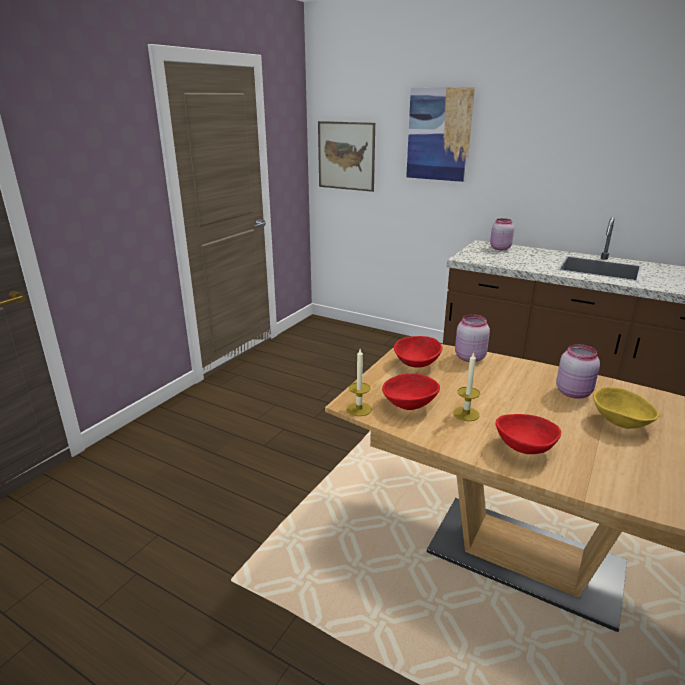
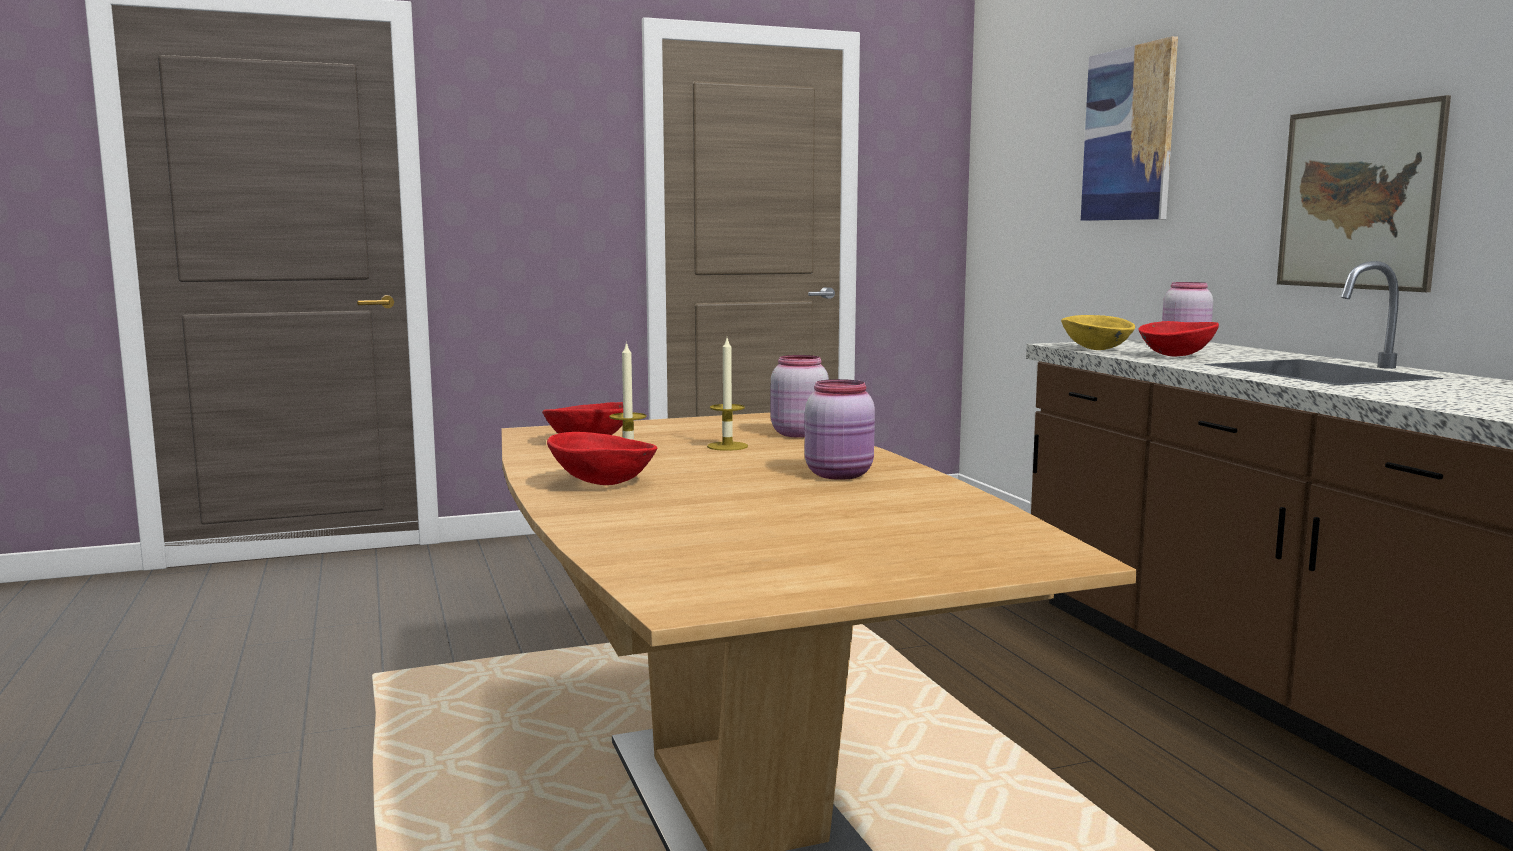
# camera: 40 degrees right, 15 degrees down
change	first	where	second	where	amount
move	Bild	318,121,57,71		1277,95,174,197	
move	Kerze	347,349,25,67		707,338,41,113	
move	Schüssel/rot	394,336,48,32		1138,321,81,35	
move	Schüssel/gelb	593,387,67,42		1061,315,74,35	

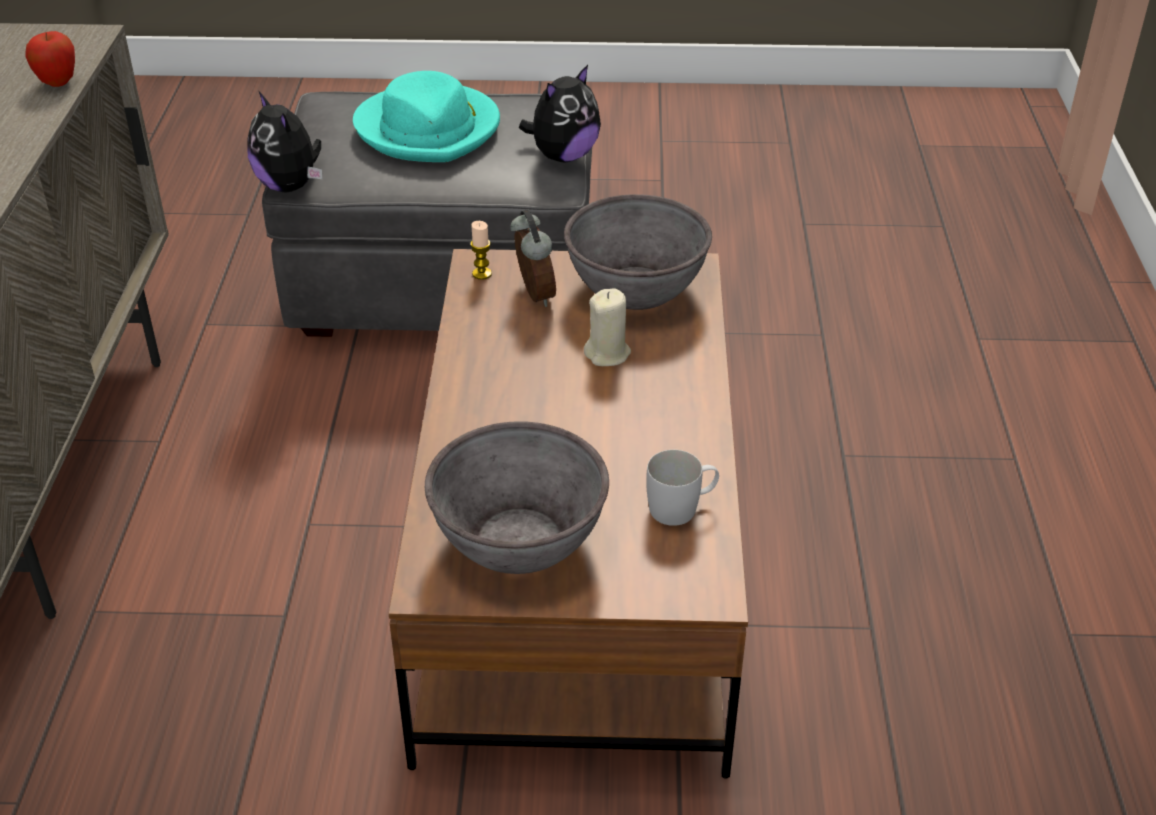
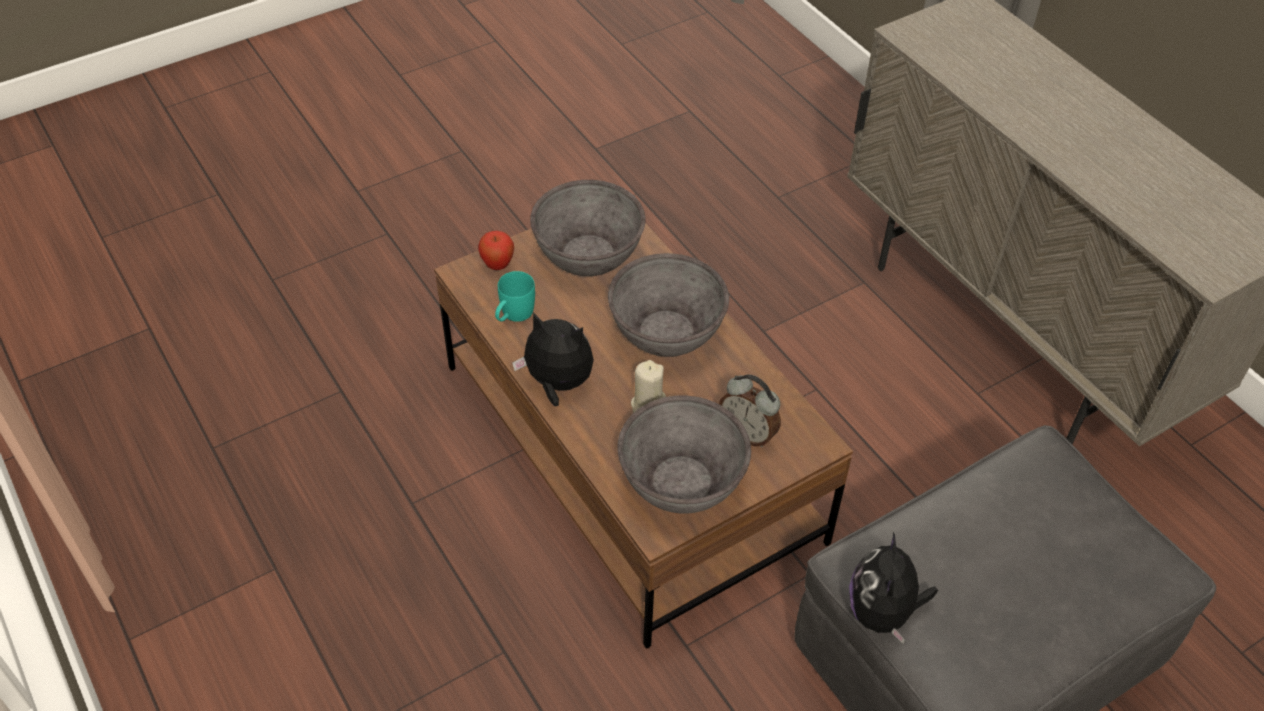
# camera: 145 degrees right, 10 degrees up
change	first	where	second	where	amount
move	Apfel	25,31,50,56		478,231,36,39	
move	Plüschtier	247,91,76,101		512,312,82,95	
delete	Hut/türkis	353,71,147,91			
delete	Kerze	470,221,22,59			
recolor	Henkelbecher/weiß	646,450,73,76	Henkelbecher/türkis	495,271,40,51	
insert			Schüssel/grau	608,253,121,104	

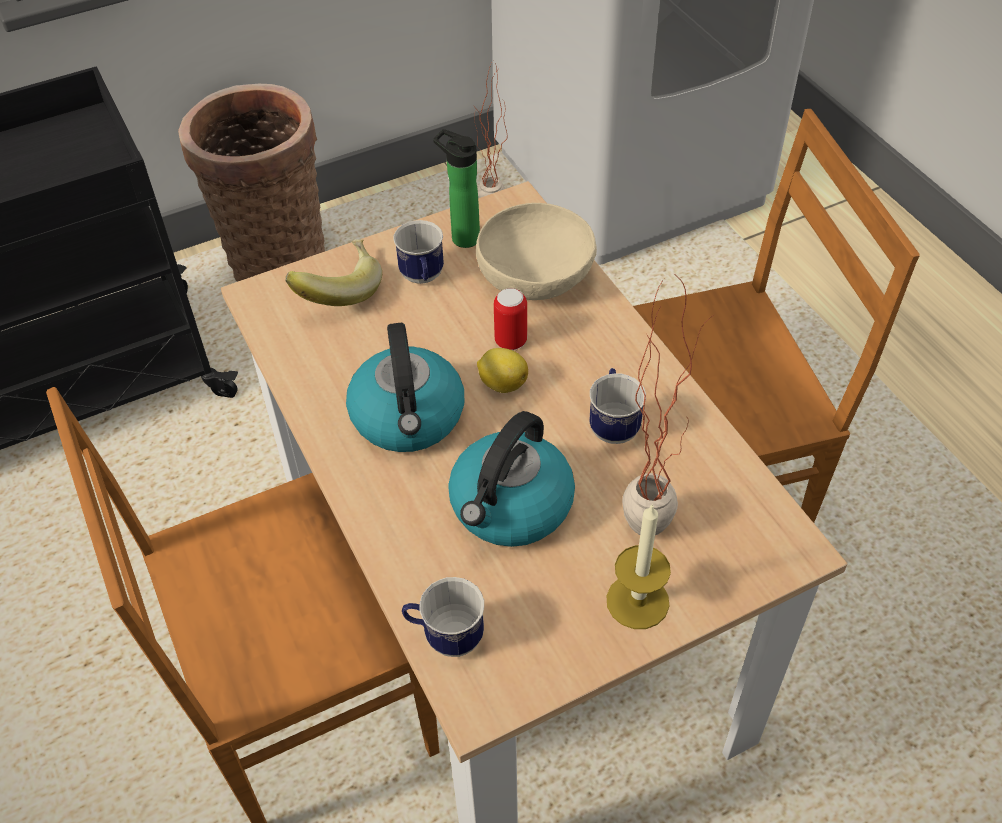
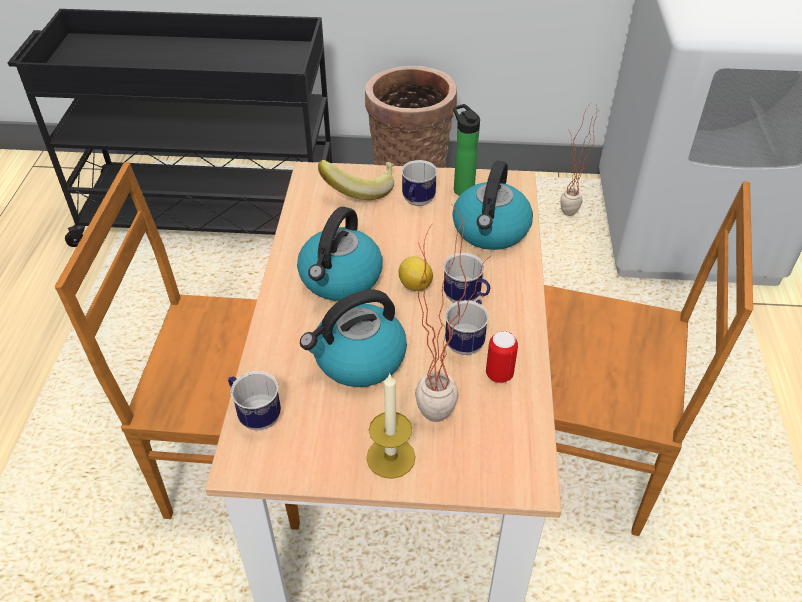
# camera: 30 degrees right, 5 degrees down
change	first	where	second	where	amount
replace	Schüssel/beige	476,203,121,97	Wasserkessel	452,161,81,89	
move	Dose	494,288,33,62		486,331,32,52	
insert			Henkelbecher	443,253,47,50	

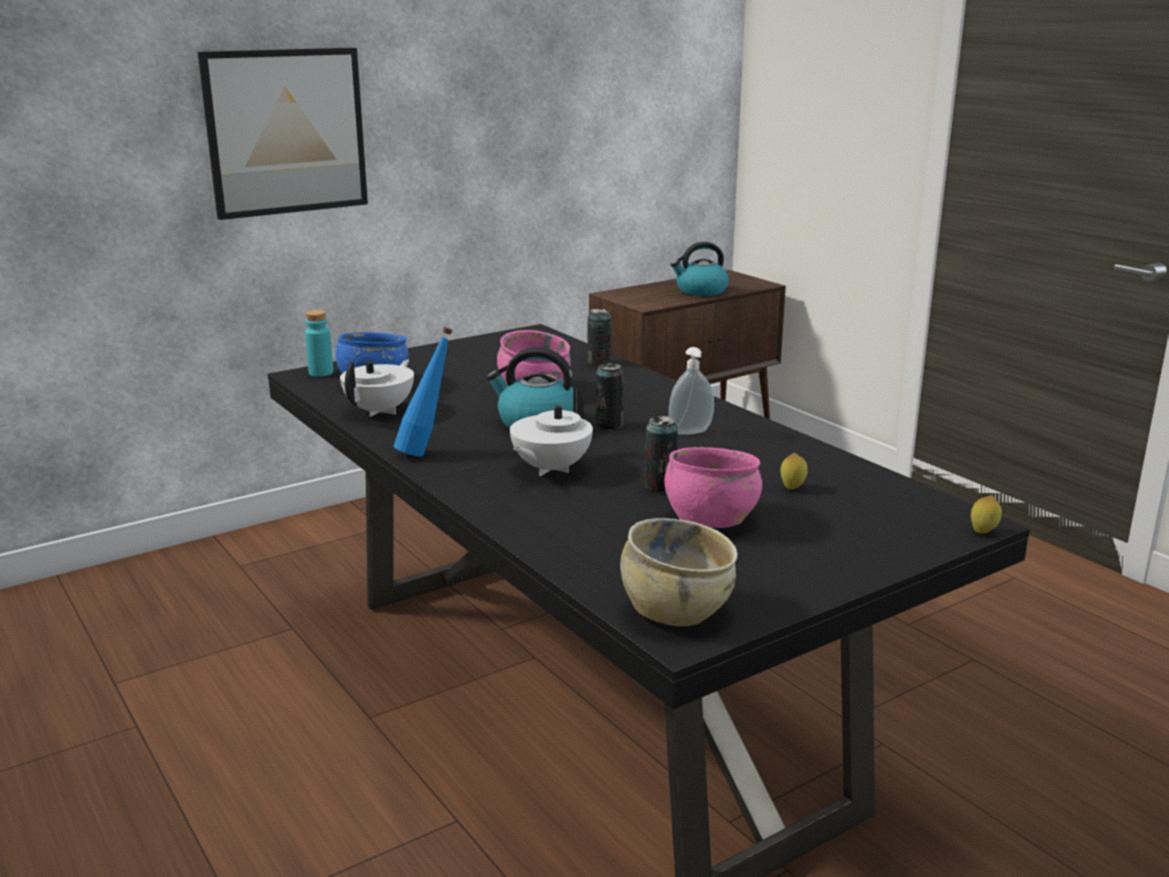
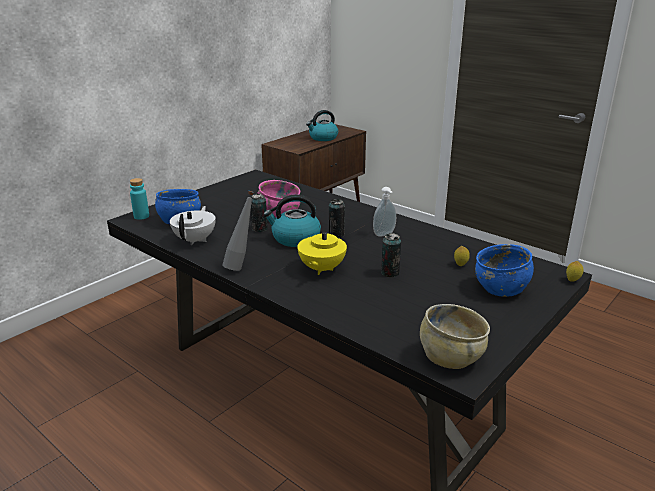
# camera: 15 degrees left, 5 degrees up
change	first	where	second	where	amount
delete	Bild	198,48,170,172			
recolor	Flasche/blau	394,327,59,129	Flasche/grau	223,191,31,80	
recolor	Teekanne/weiß	510,388,83,88	Teekanne/gelb	297,220,50,55	
move	Dose	587,308,24,58		251,194,17,38	
delete	Schüssel/rosa	665,447,97,81			
insert			Schüssel/blau	475,244,59,53	

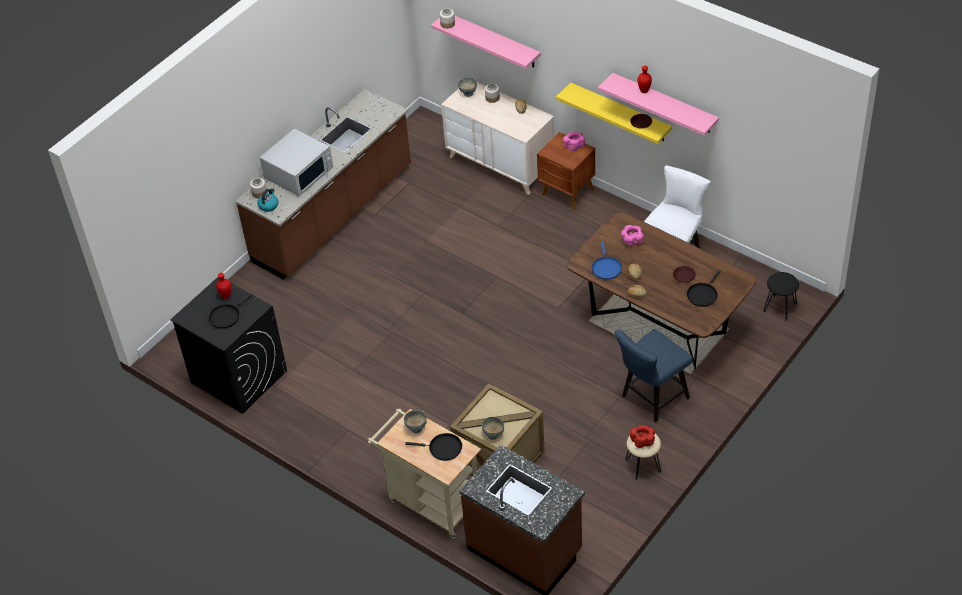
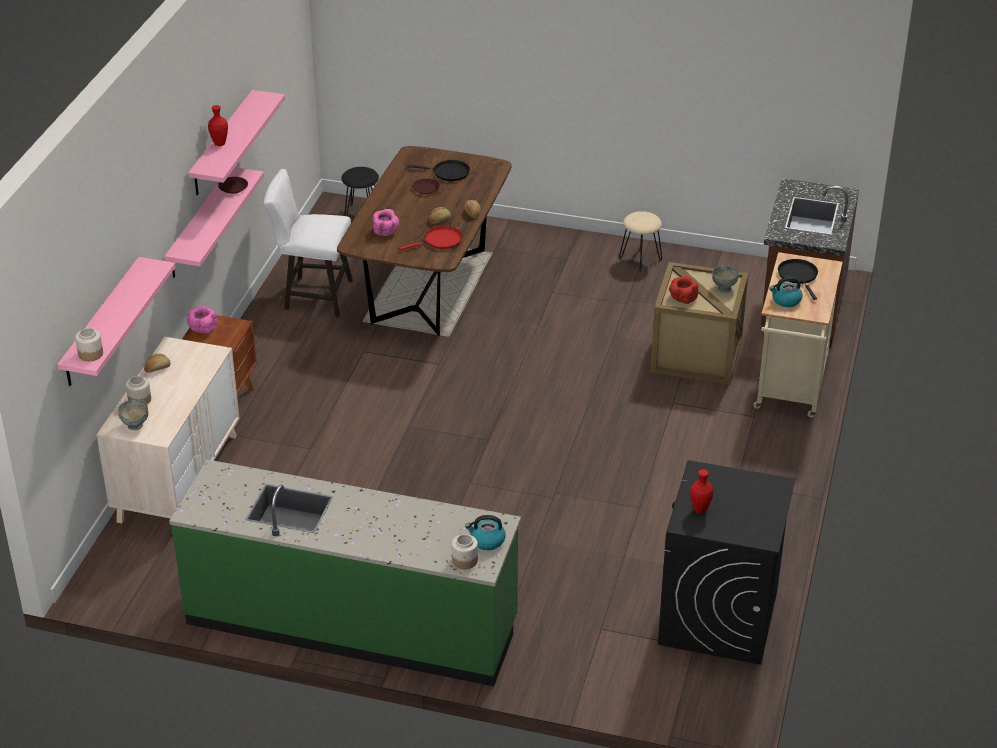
# camera: 115 degrees left, 10 degrees down
change	first	where	second	where	amount
delete	Pfanne/schwarz	209,293,43,35			
recolor	Küchenzeile/braun	235,89,176,191	Küchenzeile/grün	169,459,352,227	
delete	Mikrowelle/weiß	260,129,73,68			
replace	Schüssel/grau	404,410,23,23	Wasserkessel	769,276,34,31	
recolor	Wandregal/gelb	556,82,116,62	Wandregal/rosa	164,167,100,111	
recolor	Pfanne/blau	592,241,30,39	Pfanne/rot	399,226,64,24	
delete	Stuhl/blau	615,329,78,93			
move	Schüssel/rot	630,425,25,23		669,276,29,28	

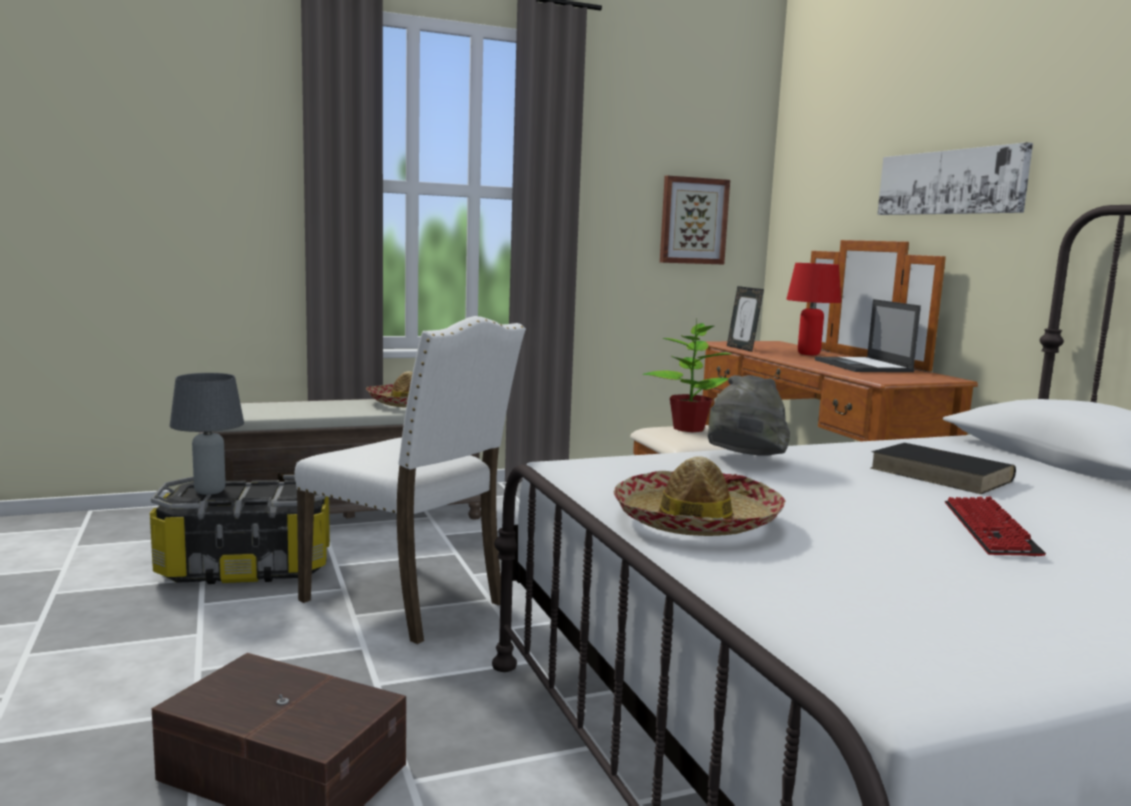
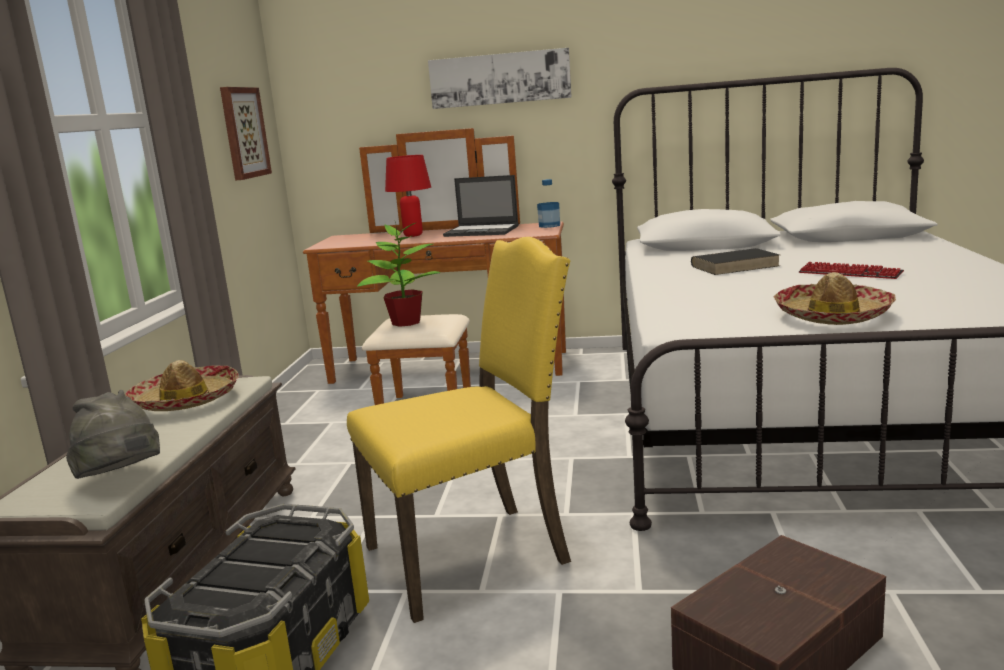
# camera: 60 degrees left, 5 degrees up
change	first	where	second	where	amount
delete	Tischlampe/grau	170,373,74,122			
recolor	Stuhl/weiß	294,316,232,328	Stuhl/gelb	347,237,224,386	
move	Hut/grau	708,375,82,81		66,390,94,89	
delete	Bilderrahmen	727,286,37,66			
insert			Flasche	537,179,23,49	

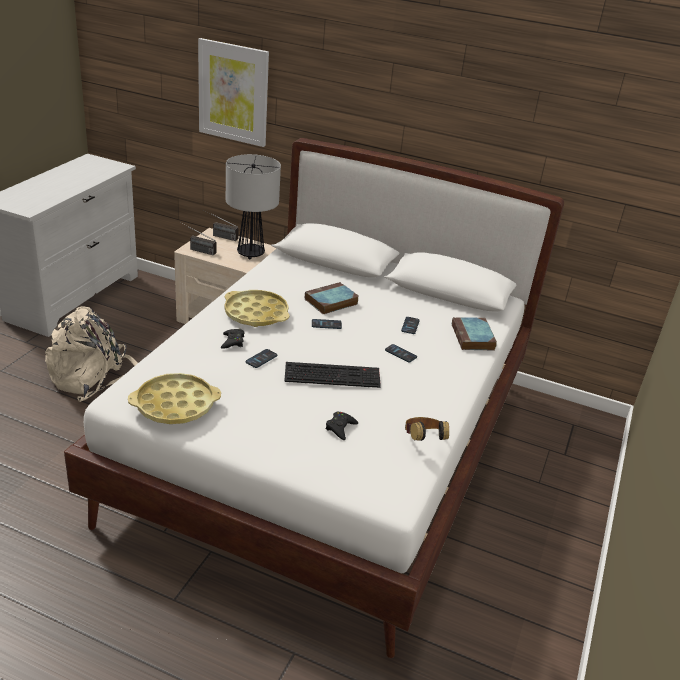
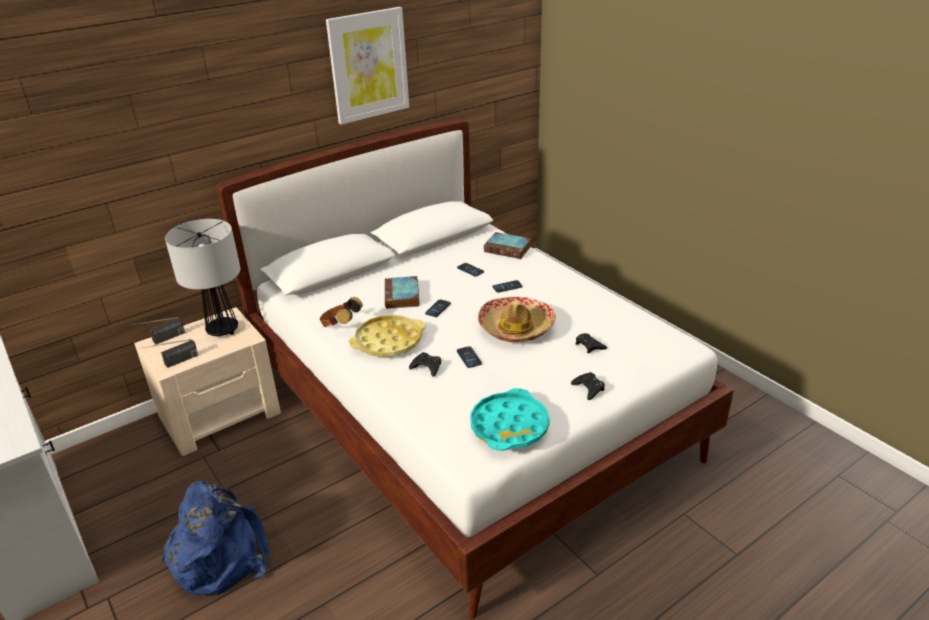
# camera: 55 degrees left, 0 degrees up
change	first	where	second	where	amount
recolor	Rucksack/beige	45,307,93,95	Rucksack/blau	161,481,108,115	
recolor	Tablett/gelb	128,373,93,51	Tablett/türkis	470,388,80,63	
move	Bild	198,38,71,109		326,7,83,118	
replace	Tastatur	284,362,97,26	Hut	478,297,78,45	
move	Kopfhörer	405,417,44,24		320,297,43,30	
insert			Gamepad/schwarz	571,372,34,28	

